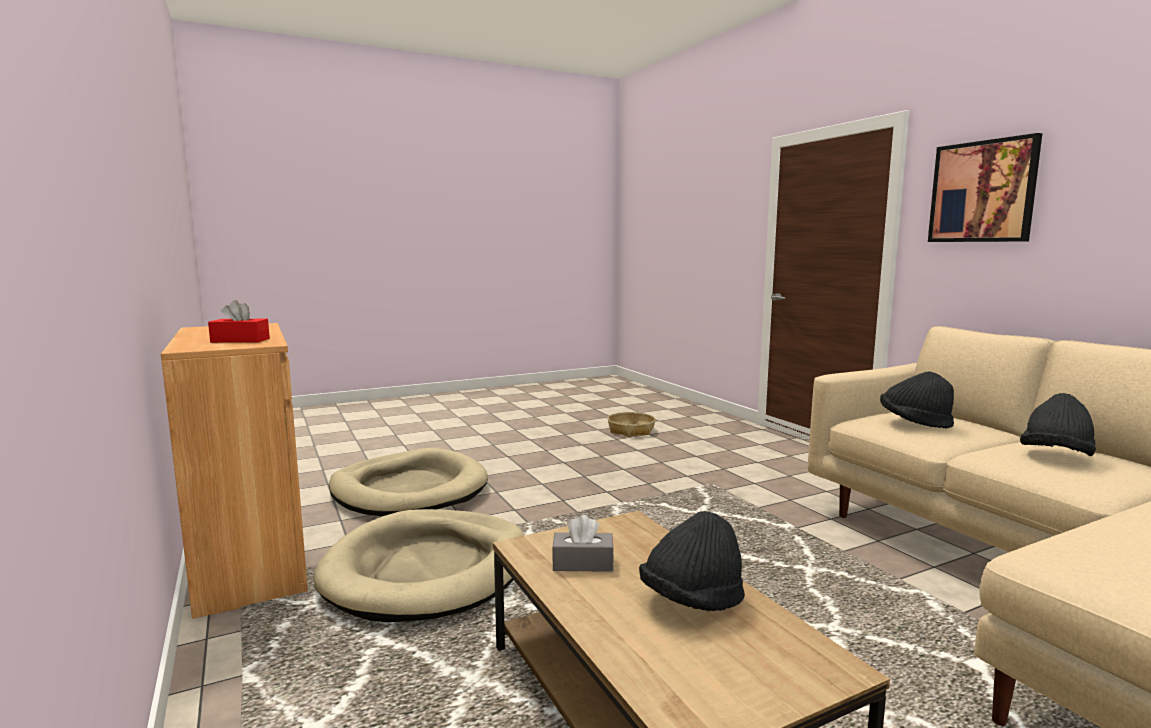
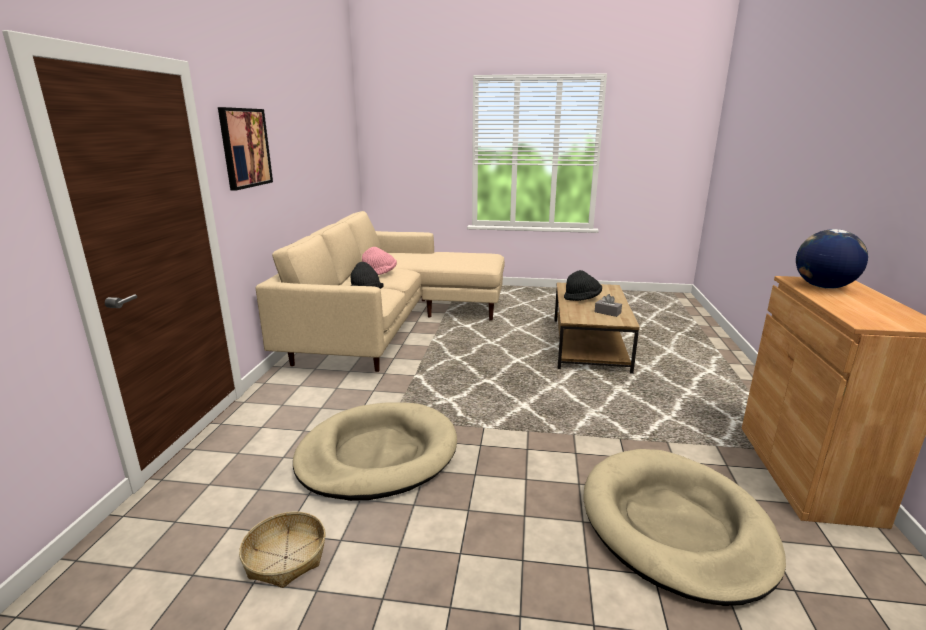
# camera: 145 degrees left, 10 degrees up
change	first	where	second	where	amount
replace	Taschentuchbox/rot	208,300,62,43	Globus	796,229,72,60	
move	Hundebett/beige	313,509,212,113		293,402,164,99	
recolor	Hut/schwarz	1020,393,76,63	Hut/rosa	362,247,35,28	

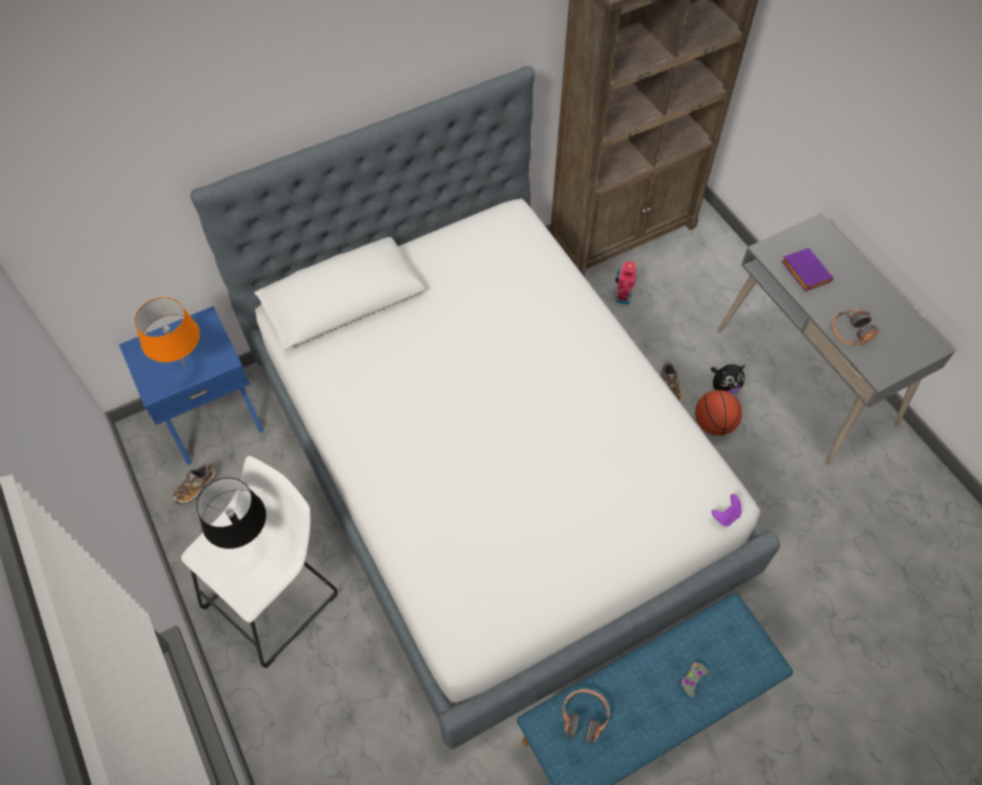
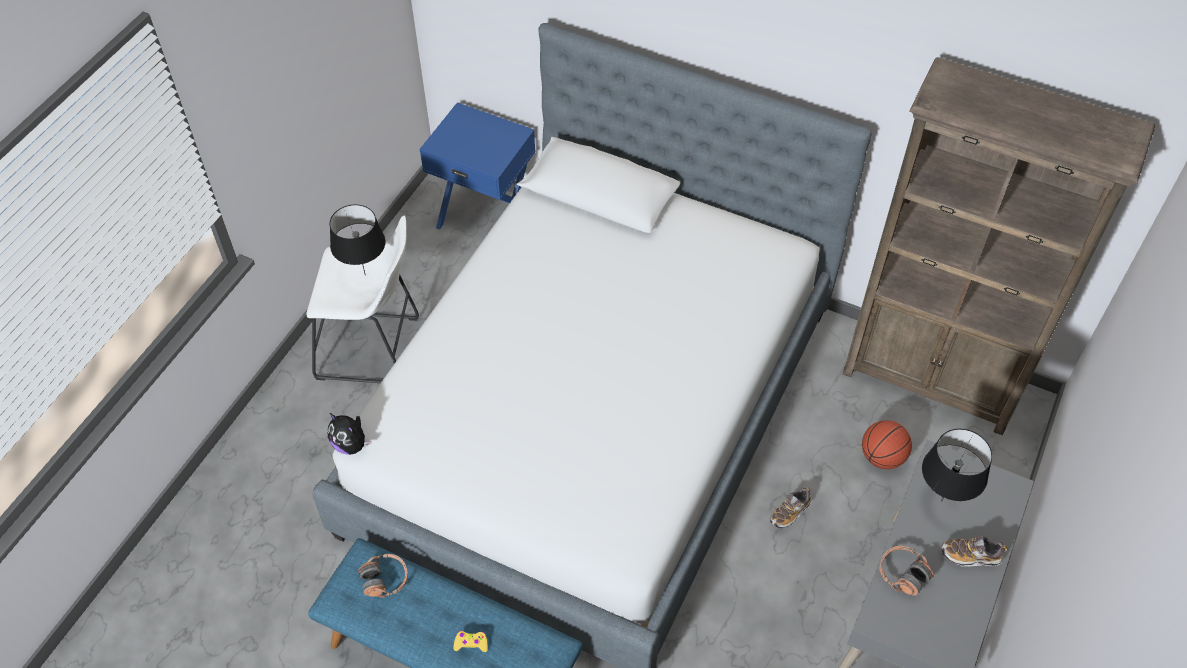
# camera: 55 degrees right, 5 degrees down
change	first	where	second	where	amount
delete	Tischlampe/orange	134,297,66,70			
move	Schuh	172,463,45,42		941,536,67,31	
delete	Spielzeugroboter	615,260,22,45			
recolor	Gamepad/grau	680,662,29,36	Gamepad/gelb	453,631,35,21	
move	Basketball	695,390,47,46		862,420,50,49	
move	Plüschtier	711,364,34,30		327,413,45,42	
delete	Gamepad/lila	712,494,30,33			
replace	Buch/lila	781,248,52,43	Tischlampe/schwarz	922,429,70,73	

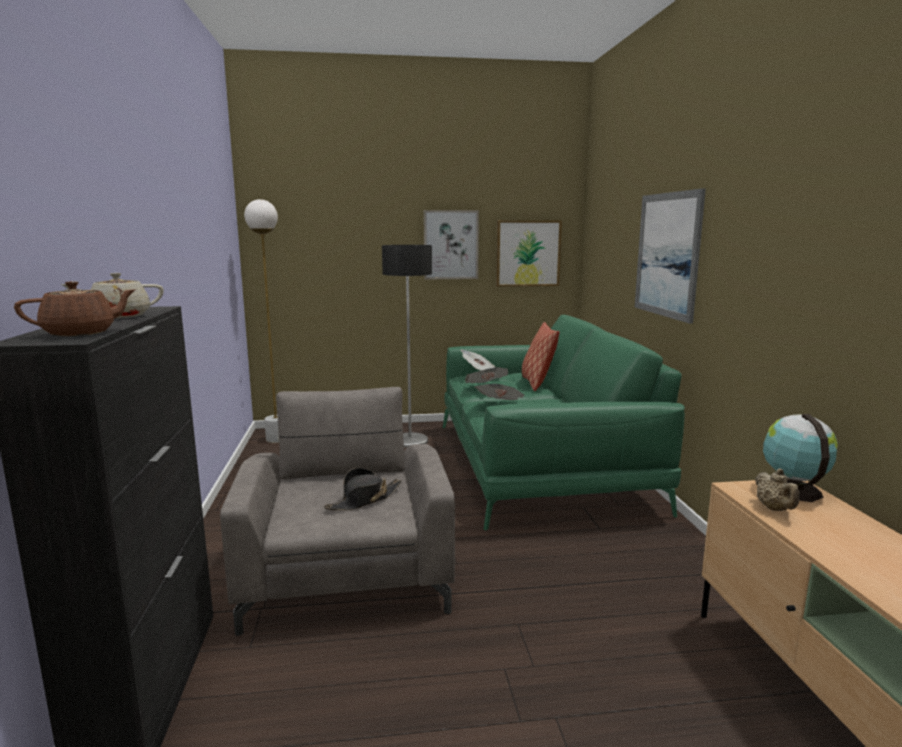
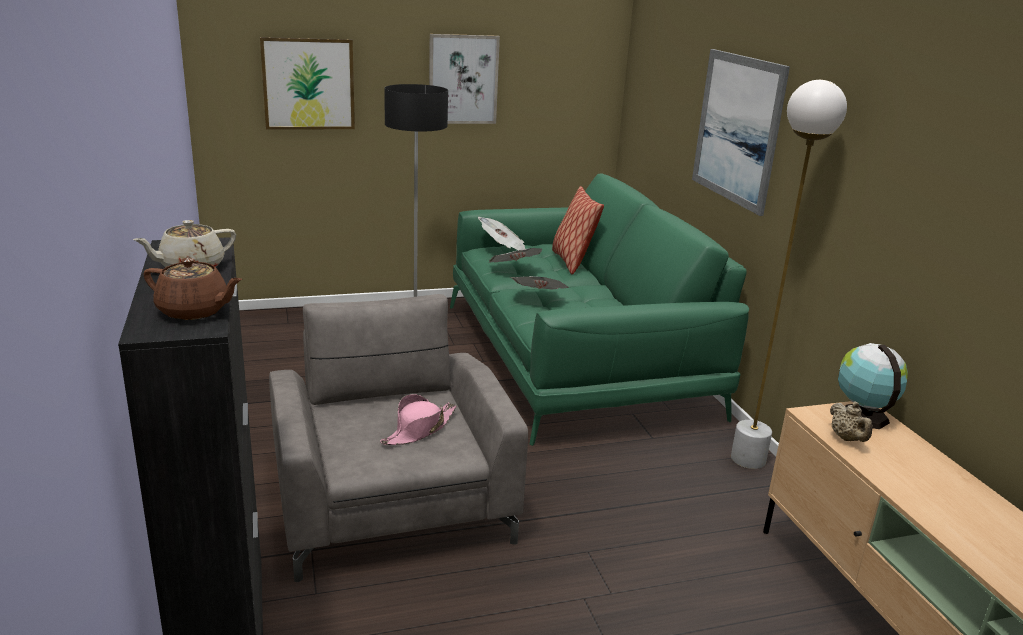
# camera: 10 degrees left, 10 degrees up
change	first	where	second	where	amount
rotate	Teekanne/braun	14,281,123,55		143,258,99,62	60 degrees clockwise
move	Stehlampe/weiß	244,199,35,244		731,80,116,389	
recolor	Hut/schwarz	324,468,78,43	Hut/rosa	380,394,77,51	
move	Bild	496,220,66,67		260,37,95,93	

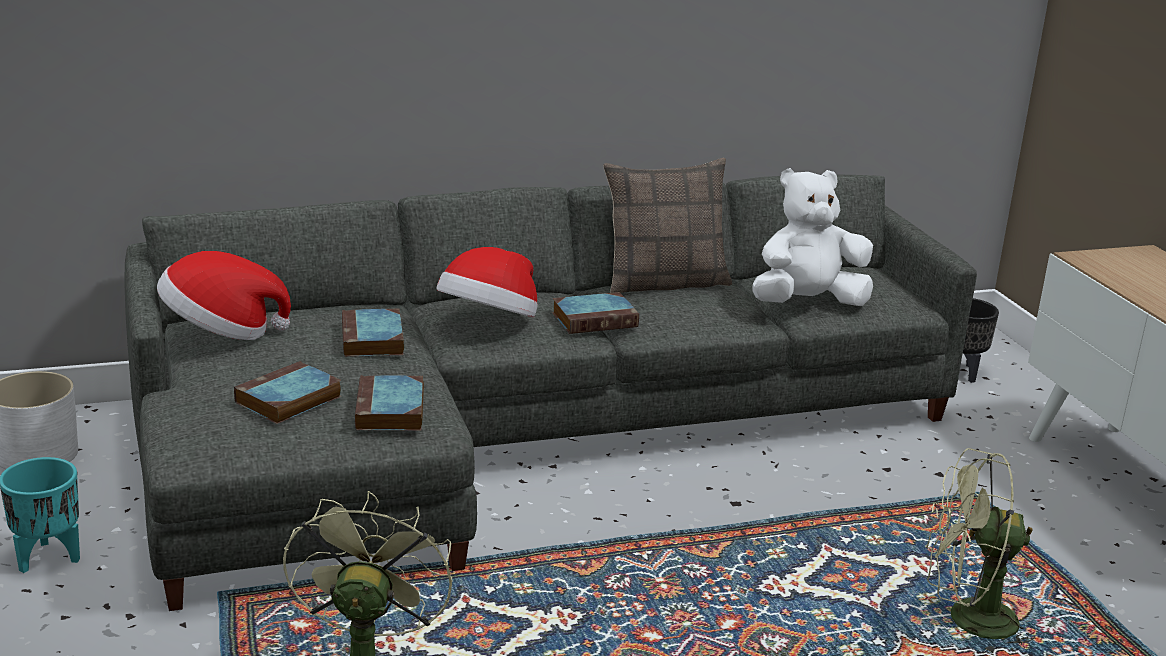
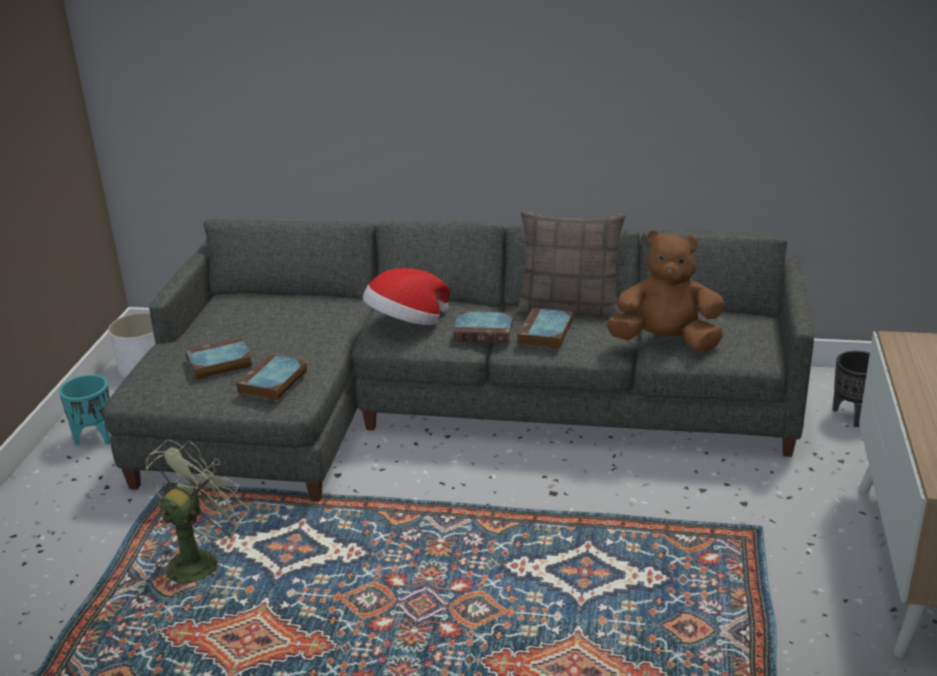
# camera: 30 degrees right, 5 degrees up
change	first	where	second	where	amount
delete	Hut	157,251,134,89			
move	Buch	342,309,62,48		517,308,56,41	
recolor	Plüschtier/weiß	752,168,121,138	Plüschtier/braun	606,230,118,122	
delete	Ventilator/grün	925,448,110,206			

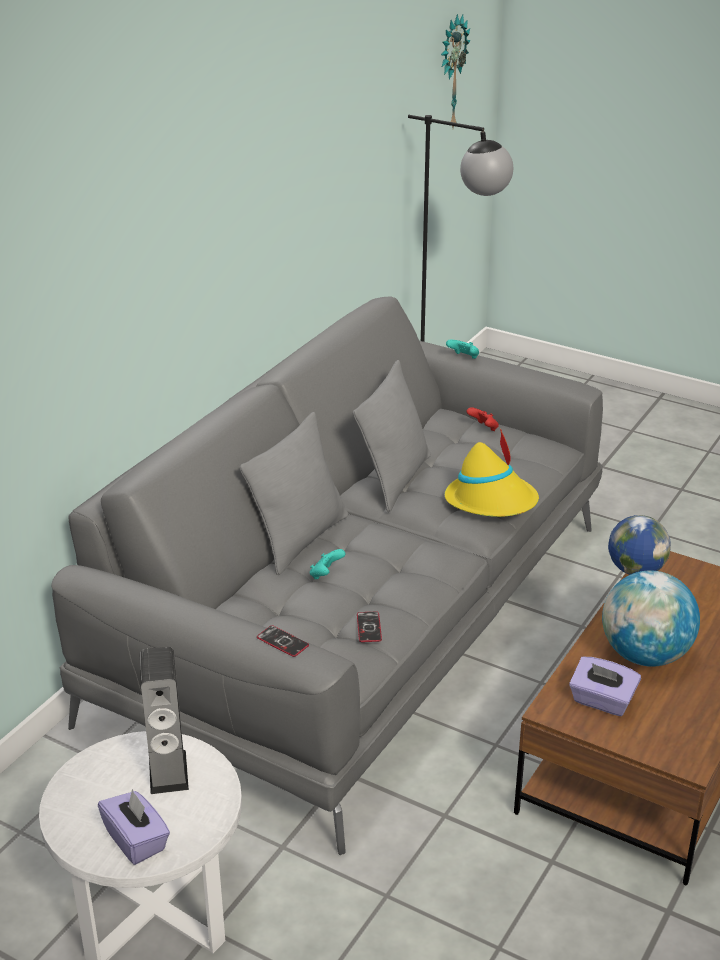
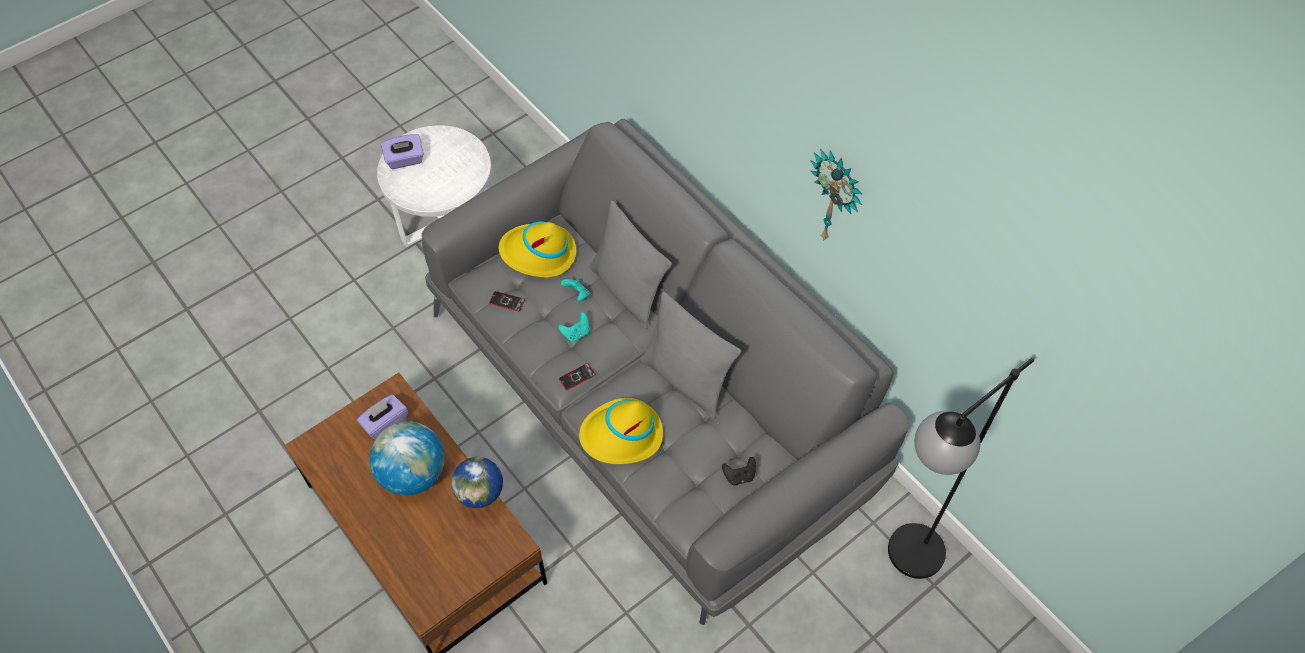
# camera: 110 degrees right, 25 degrees up
change	first	where	second	where	amount
delete	Lautsprecher	140,647,49,147			
move	Handy	257,625,52,32		559,363,37,27	
move	Wanduhr	441,14,30,114		810,149,52,92	
move	Gamepad/türkis	446,340,33,19		558,312,32,30	
recolor	Gamepad/rot	466,407,33,24	Gamepad/schwarz	722,457,34,29	
insert			Hut/gelb	499,222,77,55	

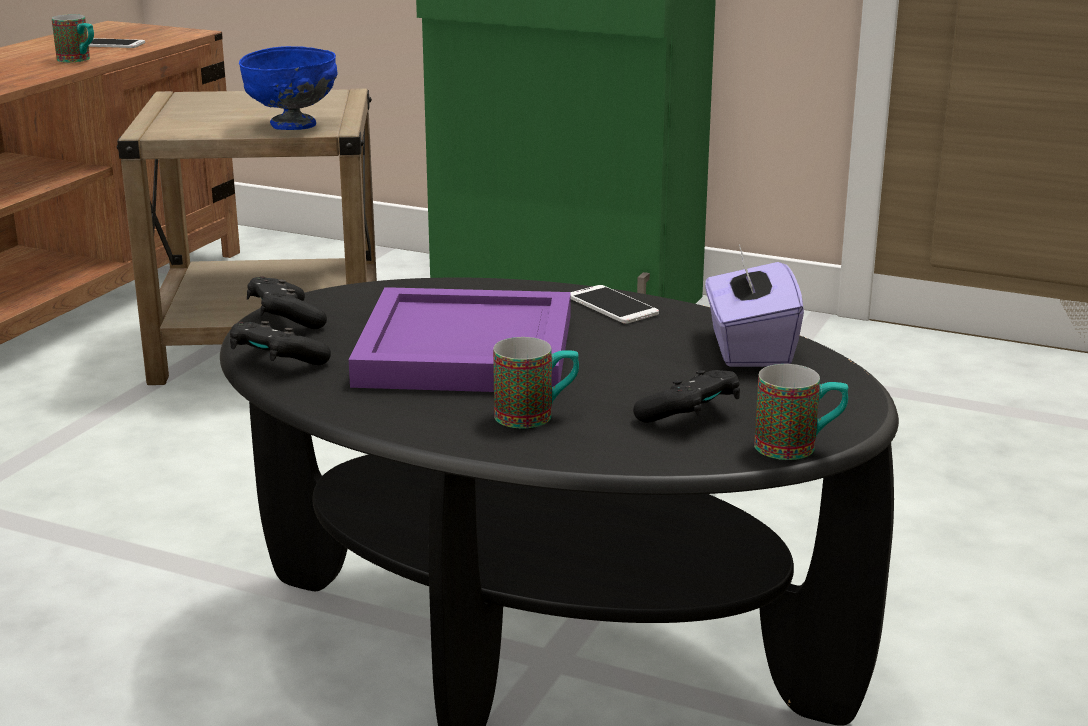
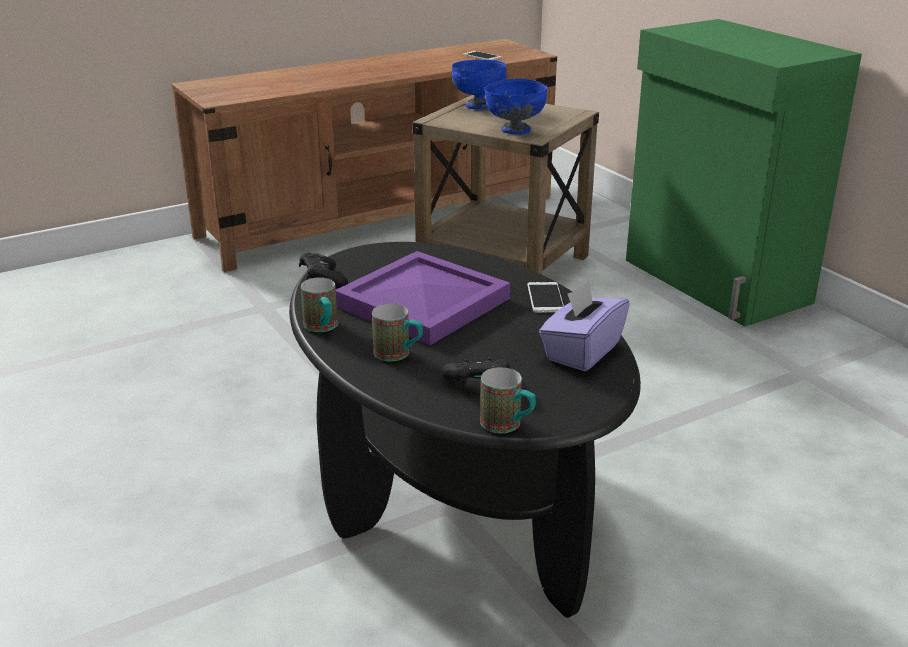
# camera: 35 degrees right, 5 degrees up
change	first	where	second	where	amount
move	Henkelbecher	52,14,42,48		301,277,37,55	
delete	Gamepad/schwarz	247,276,80,53			
insert			Schüssel/blau	452,60,55,50	

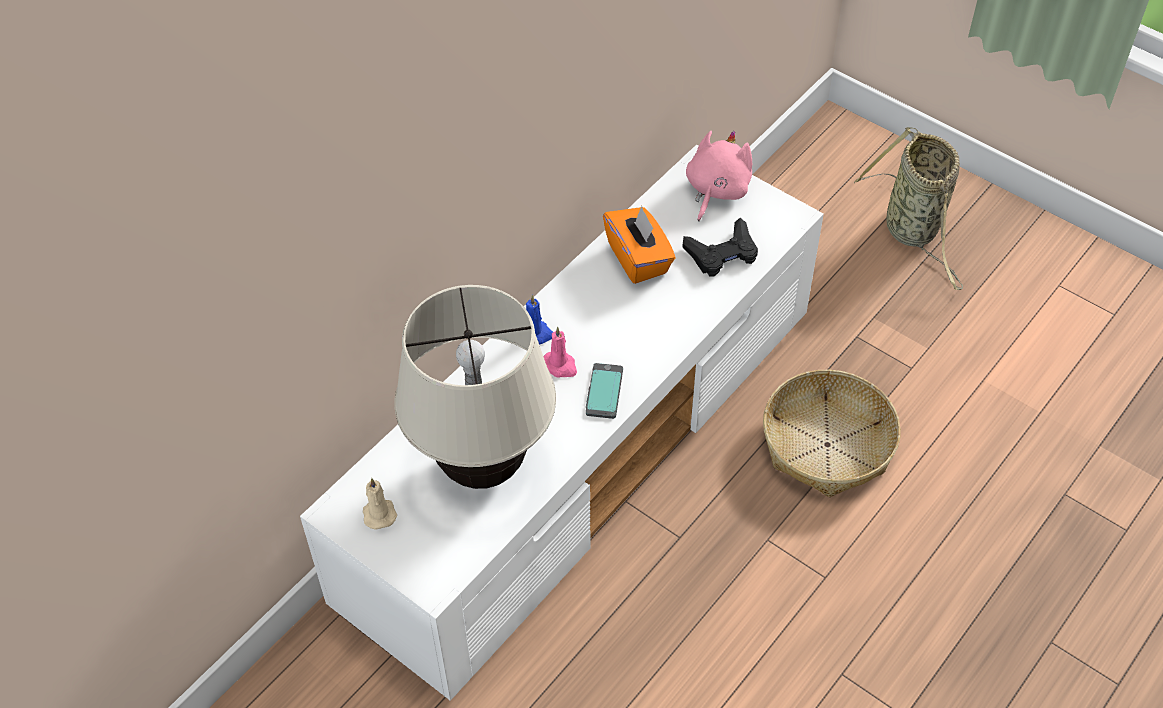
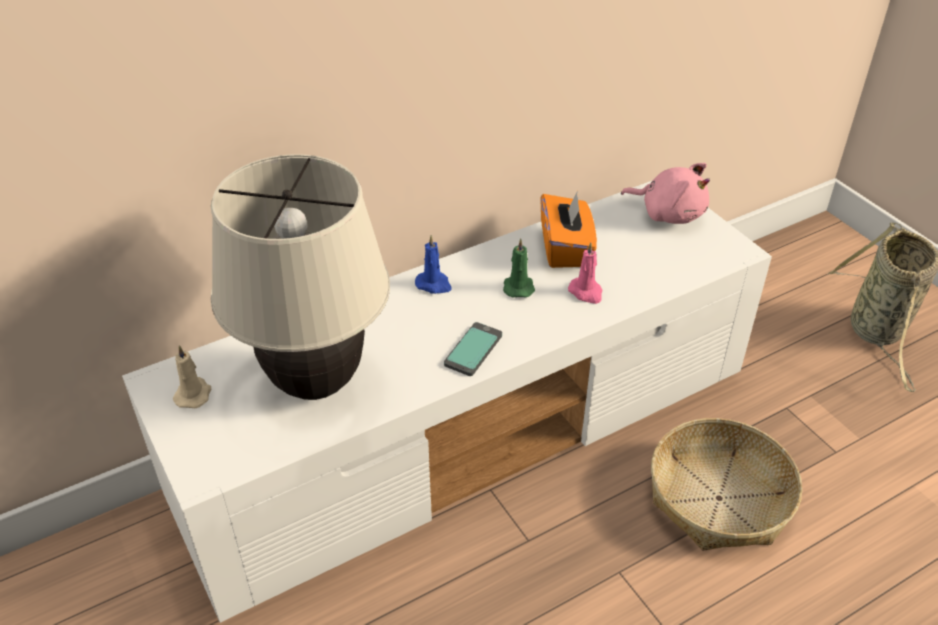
# camera: 20 degrees right, 10 degrees down
change	first	where	second	where	amount
move	Kerze/rosa	543,327,34,50		568,242,35,62	
delete	Gamepad/schwarz	682,218,76,58			
rotate	Plüschtier/rosa	686,131,66,91		621,163,89,61	75 degrees clockwise
insert			Kerze/grün	503,239,32,59	

